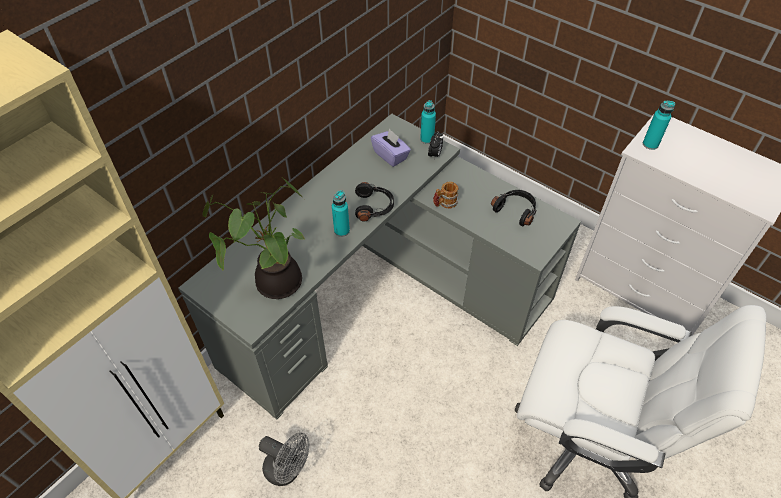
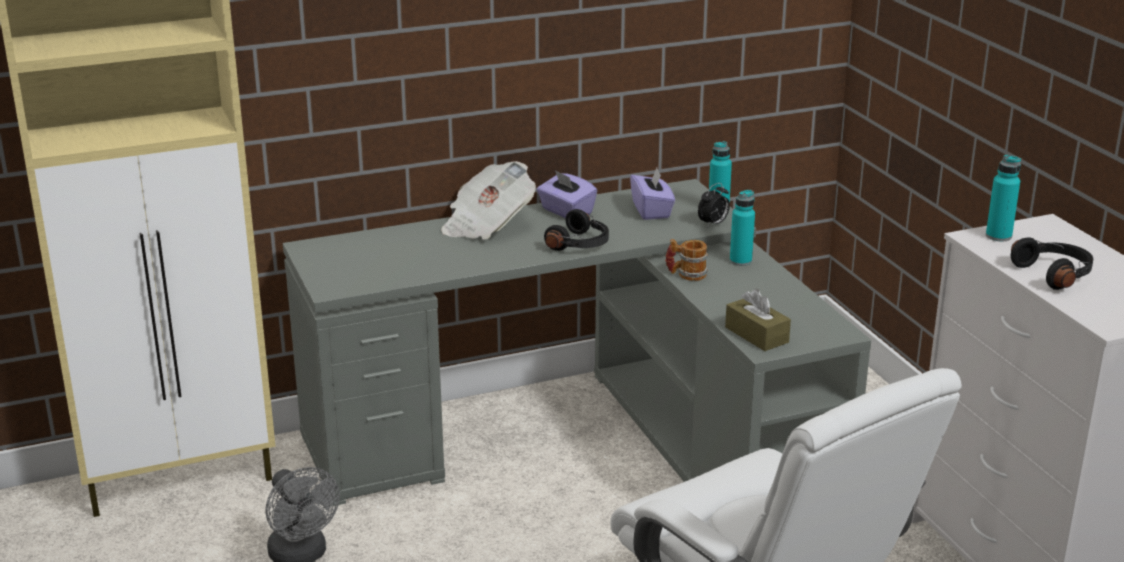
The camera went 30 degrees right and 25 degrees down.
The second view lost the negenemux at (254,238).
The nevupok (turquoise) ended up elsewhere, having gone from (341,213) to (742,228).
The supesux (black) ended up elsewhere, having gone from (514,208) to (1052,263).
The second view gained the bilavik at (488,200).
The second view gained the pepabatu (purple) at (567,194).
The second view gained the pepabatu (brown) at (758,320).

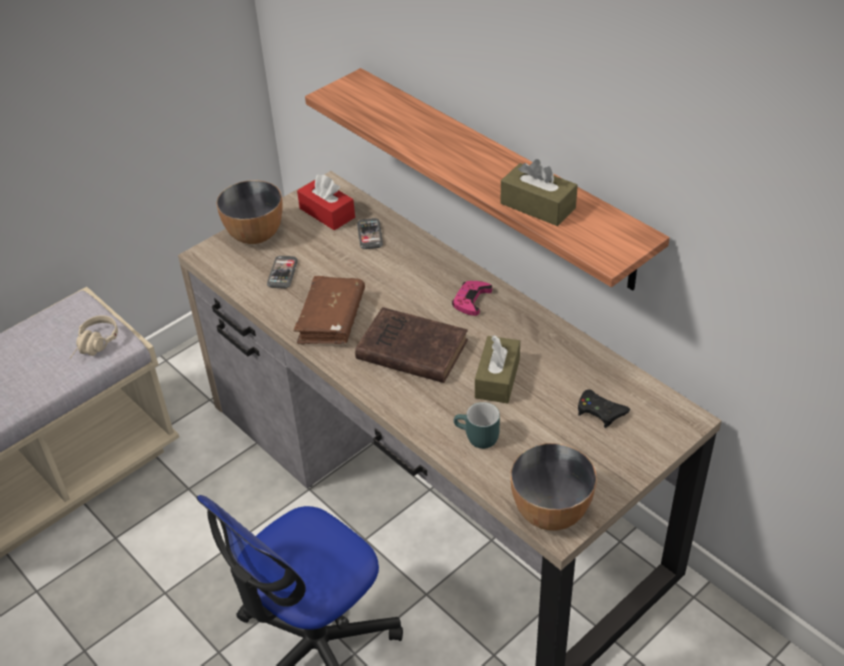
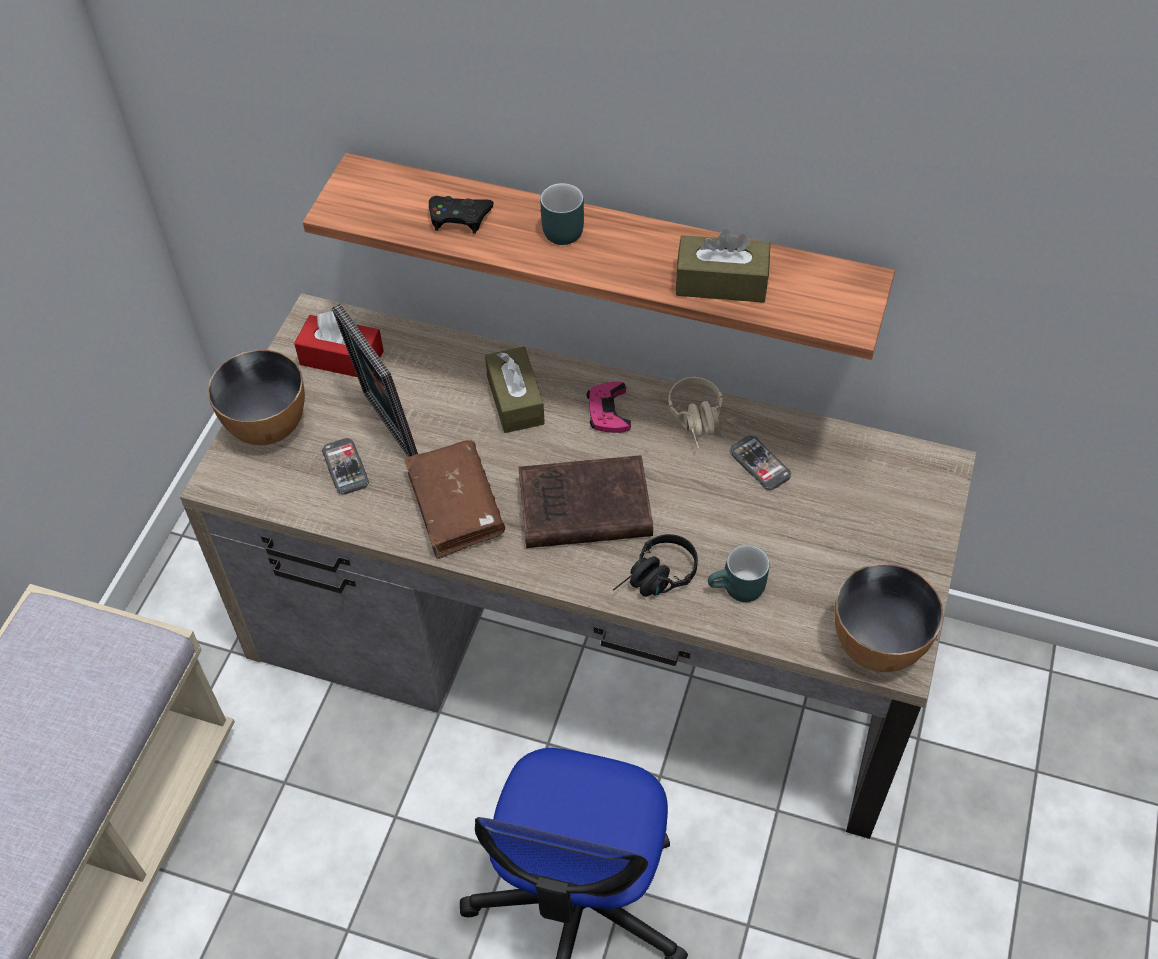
The camera went 30 degrees left and 10 degrees up.
The supesux (beige) ended up elsewhere, having gone from (94,336) to (695,413).
The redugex ended up elsewhere, having gone from (370,233) to (760,463).
The pepabatu (brown) ended up elsewhere, having gone from (497,369) to (515,390).
The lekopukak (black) ended up elsewhere, having gone from (604,408) to (461,215).
The second view gained the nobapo at (375,380).
The second view gained the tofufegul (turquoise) at (562,214).
The second view gained the supesux (black) at (655,565).

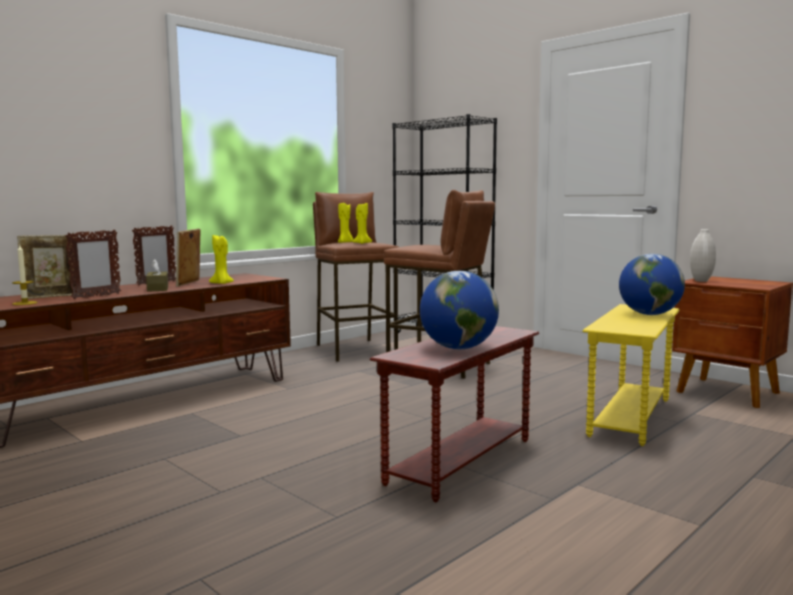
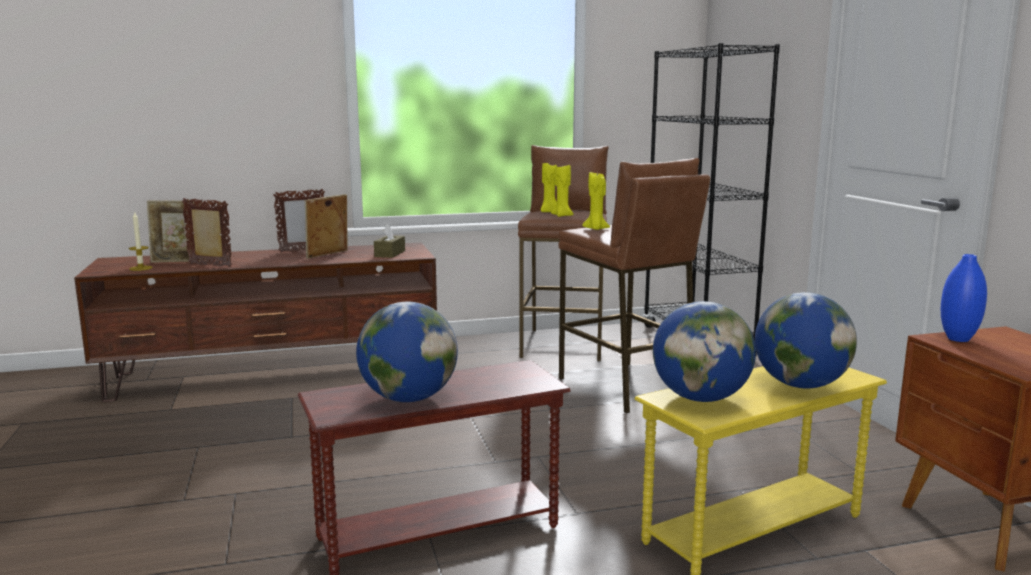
The camera went 30 degrees right and 5 degrees up.
The nobapo at (93,264) ended up facing another way, 135 degrees counterclockwise from before.
The pepabatu (brown) ended up elsewhere, having gone from (157,275) to (389,240).
The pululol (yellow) ended up elsewhere, having gone from (221,259) to (596,201).
What was the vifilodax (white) at (703,255) turned into the vifilodax (blue) at (964,298).
The second view gained the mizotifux at (704,351).

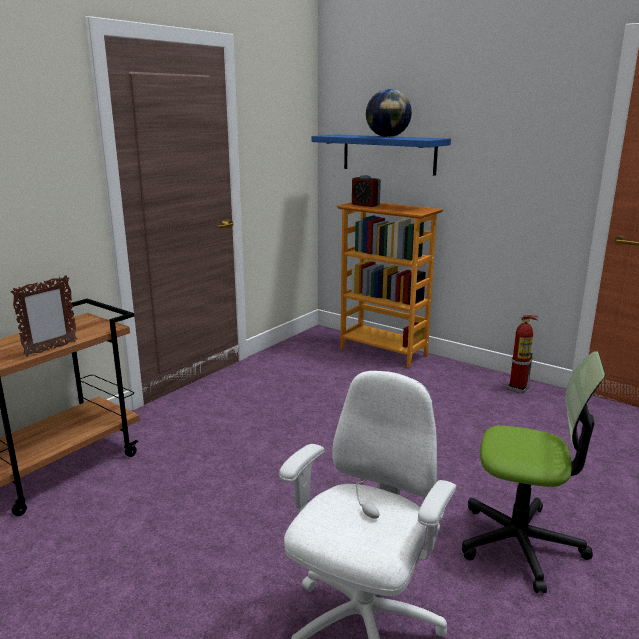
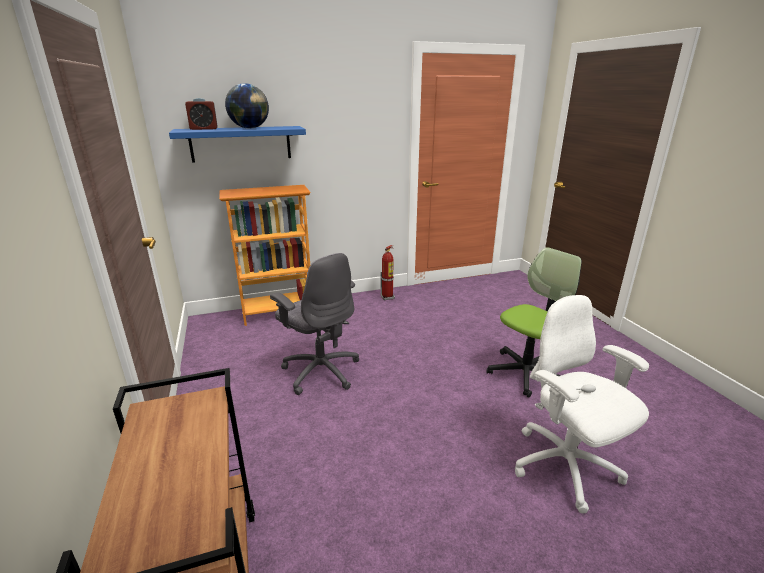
The camera went 55 degrees left and 5 degrees up.
The second view lost the nobapo at (44,316).
The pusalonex ended up elsewhere, having gone from (366,191) to (201,114).
The second view gained the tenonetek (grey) at (314,324).

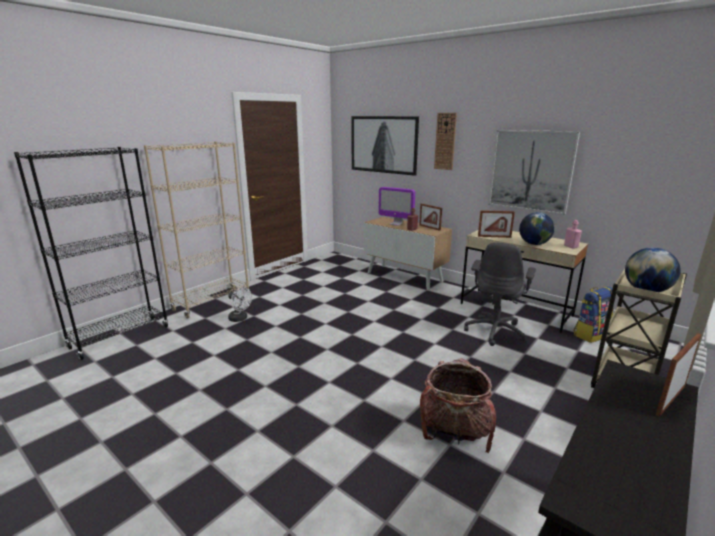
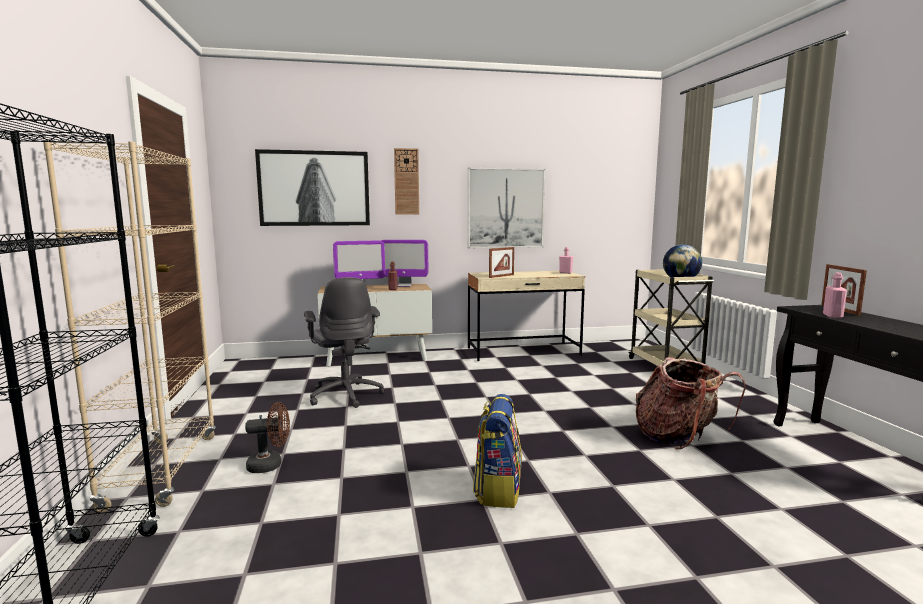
The camera went 50 degrees left and 10 degrees down.
What was the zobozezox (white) at (240,304) turned into the zobozezox (brown) at (267,437).
Where the nobapo stood at (430,217), the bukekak came to stand at (404,263).
The tenonetek (grey) ended up elsewhere, having gone from (500,294) to (344,342).
The second view lost the mizotifux at (537,228).
The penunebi ended up elsewhere, having gone from (593,314) to (497,451).
The second view gained the nevupok (pink) at (835,295).

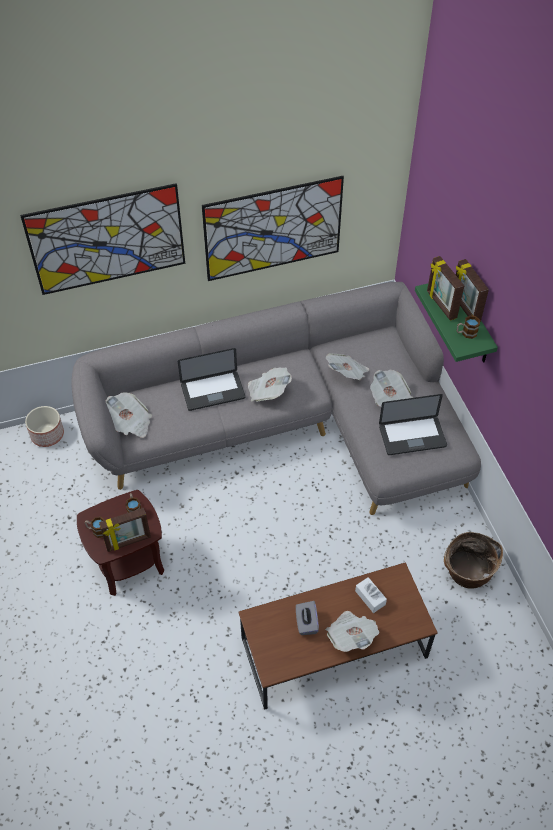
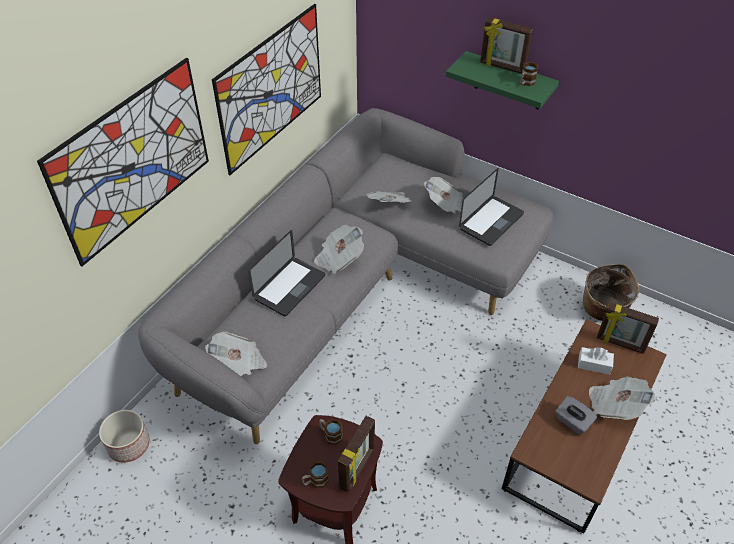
The camera went 40 degrees left and 5 degrees down.
The nobapo ended up elsewhere, having gone from (445,288) to (627,328).

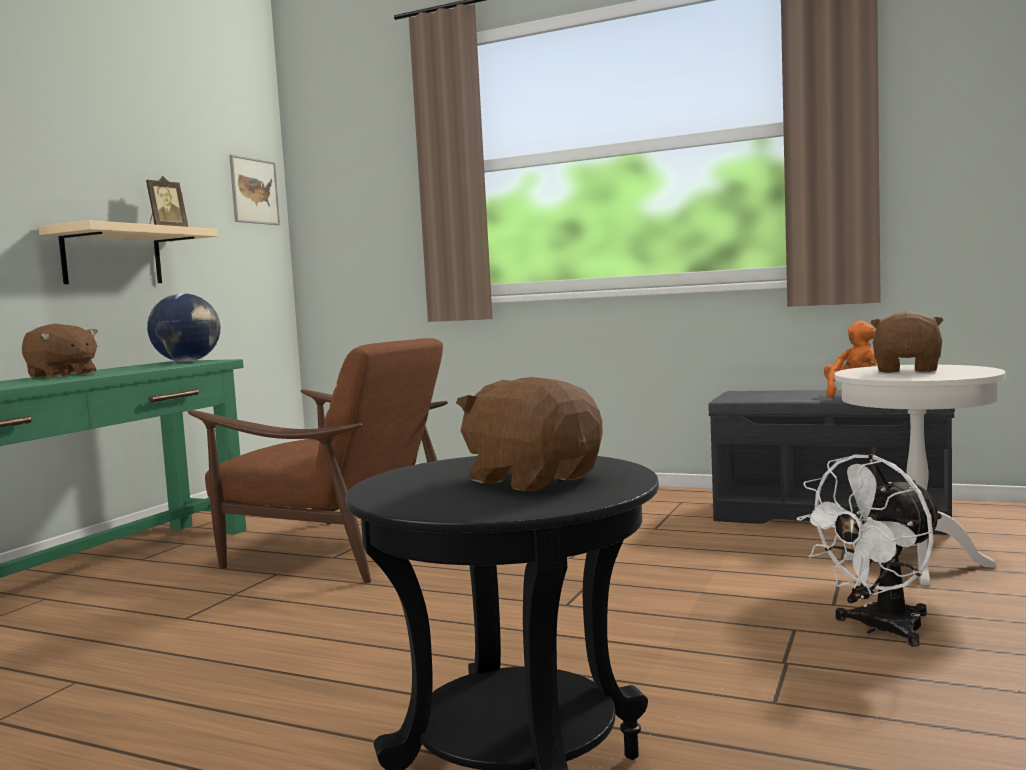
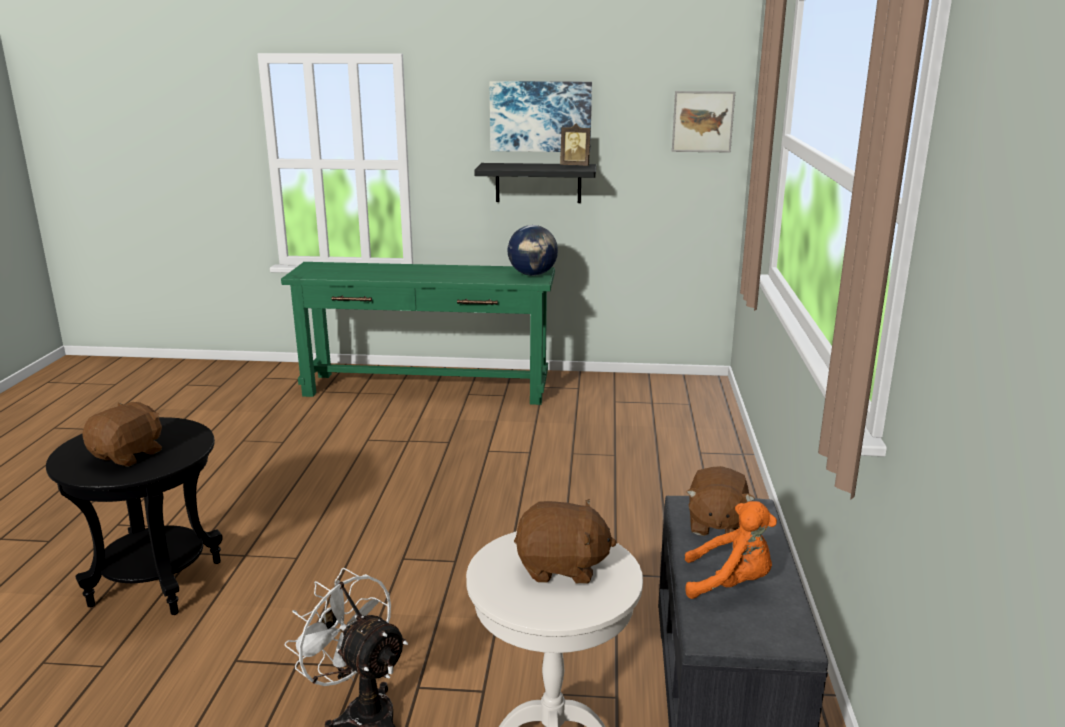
The camera went 70 degrees right and 15 degrees up.
The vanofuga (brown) ended up elsewhere, having gone from (60,351) to (721,501).
What was the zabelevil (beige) at (128,252) turned into the zabelevil (black) at (535,183).
The second view lost the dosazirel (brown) at (318,460).
The second view gained the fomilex at (540,116).

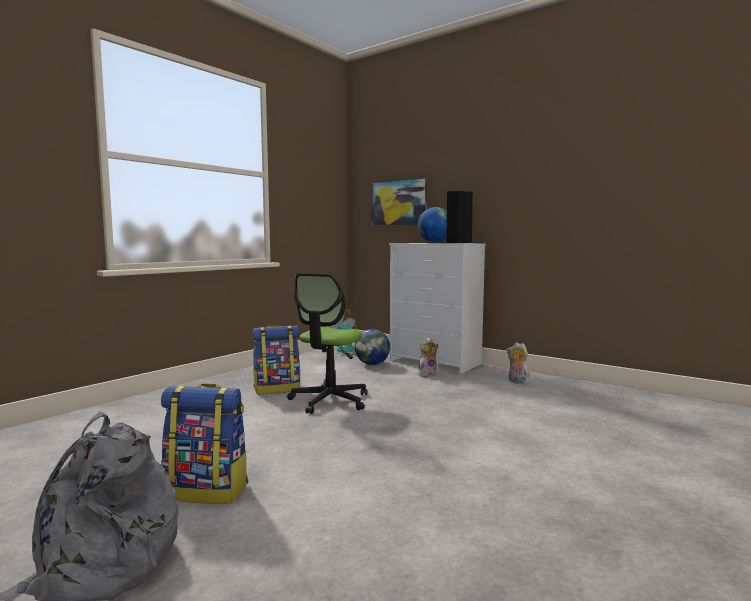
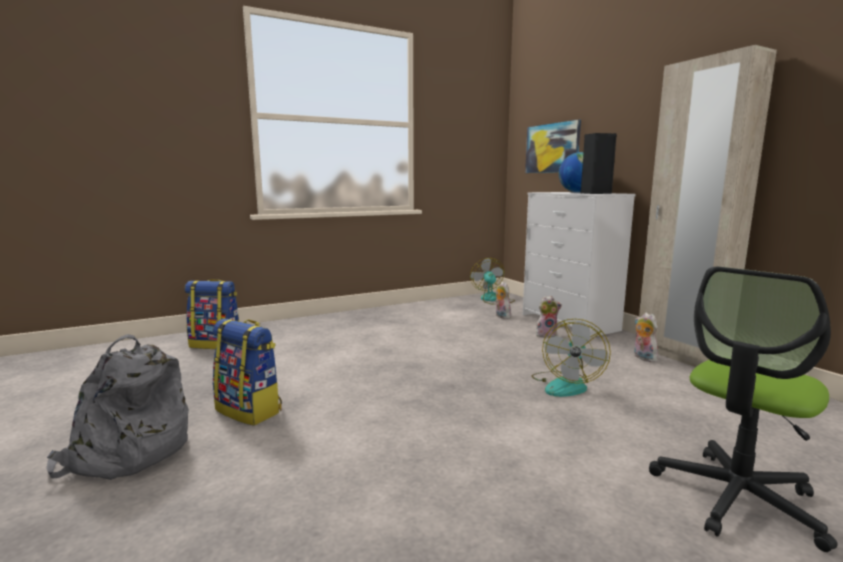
The camera went 25 degrees right and 5 degrees up.
The penunebi ended up elsewhere, having gone from (276,360) to (212,314).
The tenonetek ended up elsewhere, having gone from (327,343) to (743,409).
Where the mizotifux stood at (372,347), the vanofuga came to stand at (503,300).
The second view gained the zobozezox at (571,358).
The second view gained the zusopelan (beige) at (708,206).

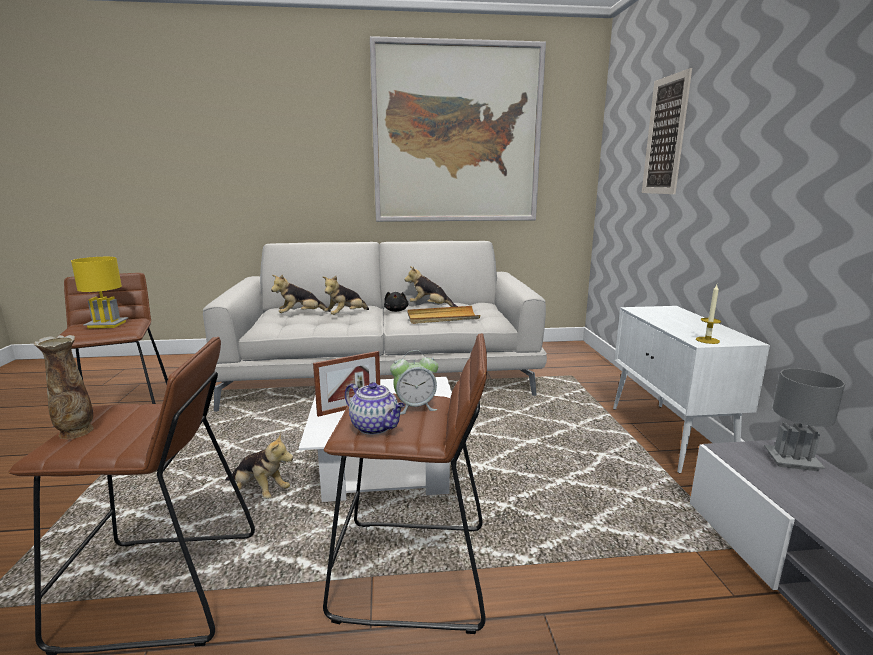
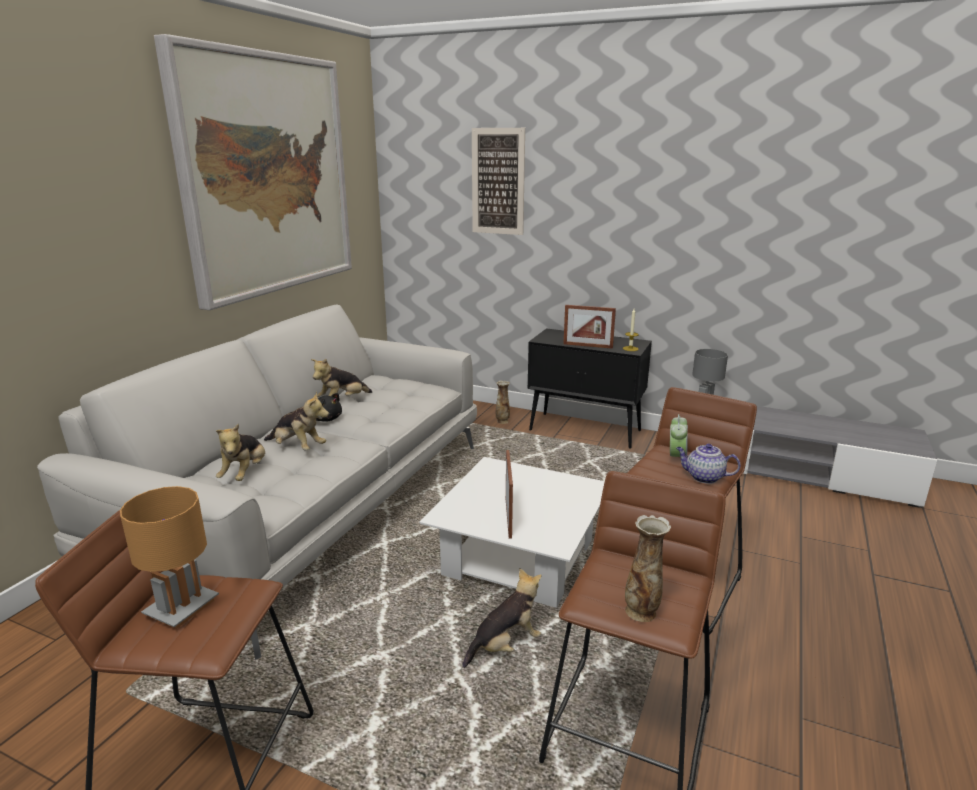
The camera went 60 degrees left and 5 degrees up.
What was the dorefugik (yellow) at (100,292) turned into the dorefugik (brown) at (169,557).
The vanofuga at (346,295) ended up facing another way, 45 degrees counterclockwise from before.
The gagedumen at (375,408) ended up facing another way, 135 degrees counterclockwise from before.
The second view lost the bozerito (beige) at (443,315).
What was the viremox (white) at (691,390) turned into the viremox (black) at (590,389).
The second view gained the vifilodax at (503,402).
The second view gained the nobapo at (589,327).

